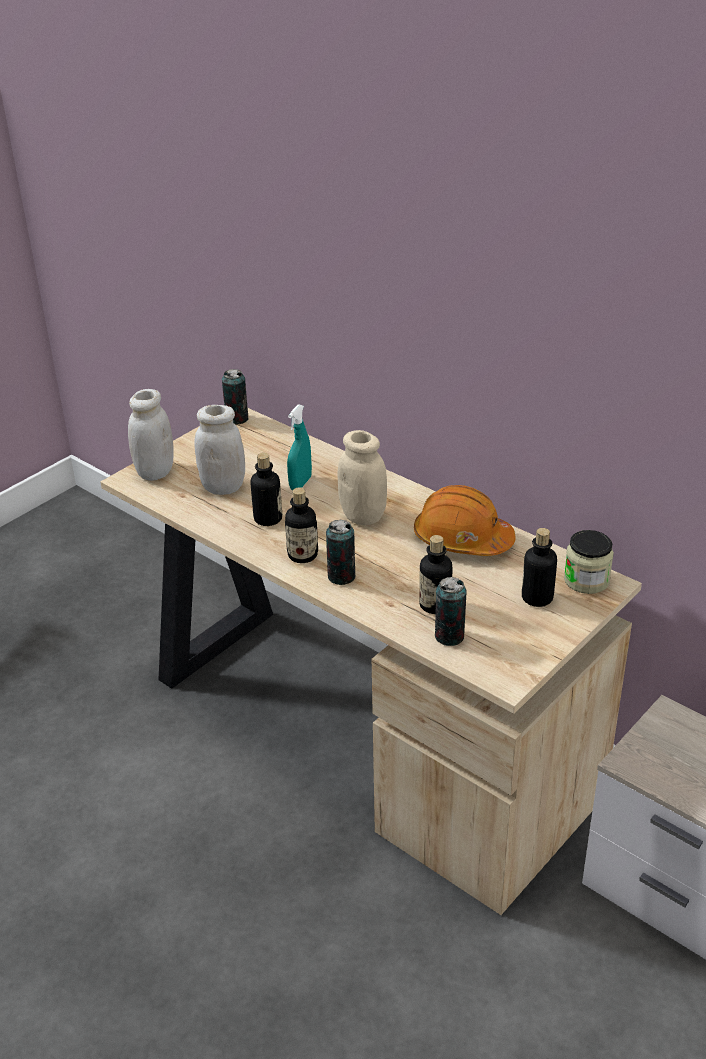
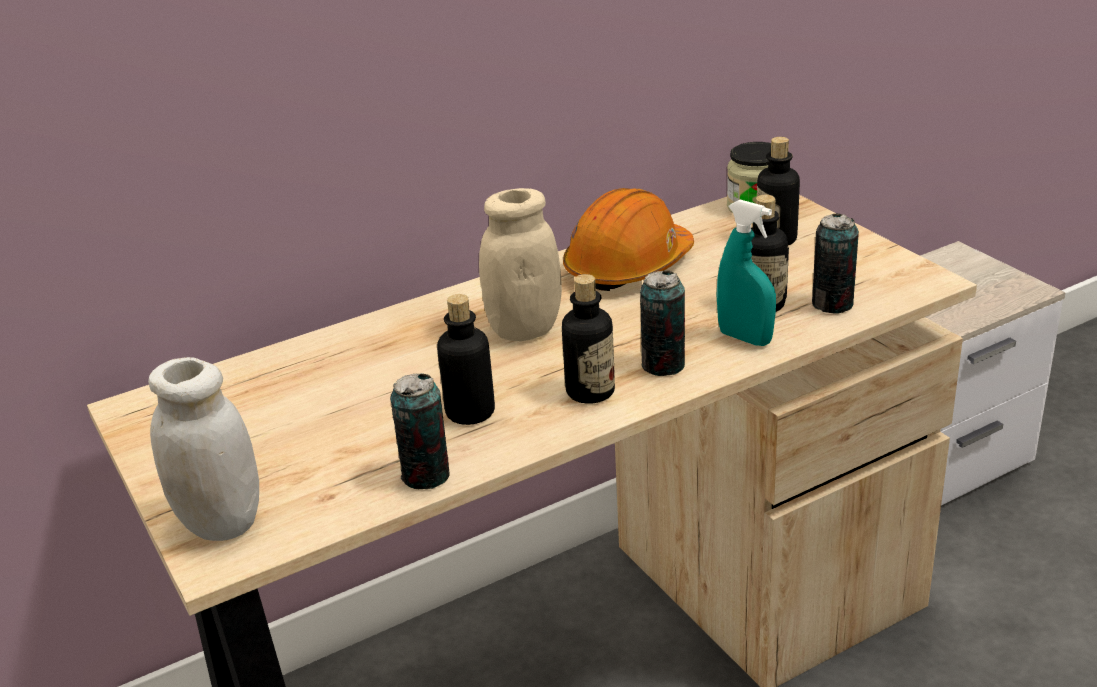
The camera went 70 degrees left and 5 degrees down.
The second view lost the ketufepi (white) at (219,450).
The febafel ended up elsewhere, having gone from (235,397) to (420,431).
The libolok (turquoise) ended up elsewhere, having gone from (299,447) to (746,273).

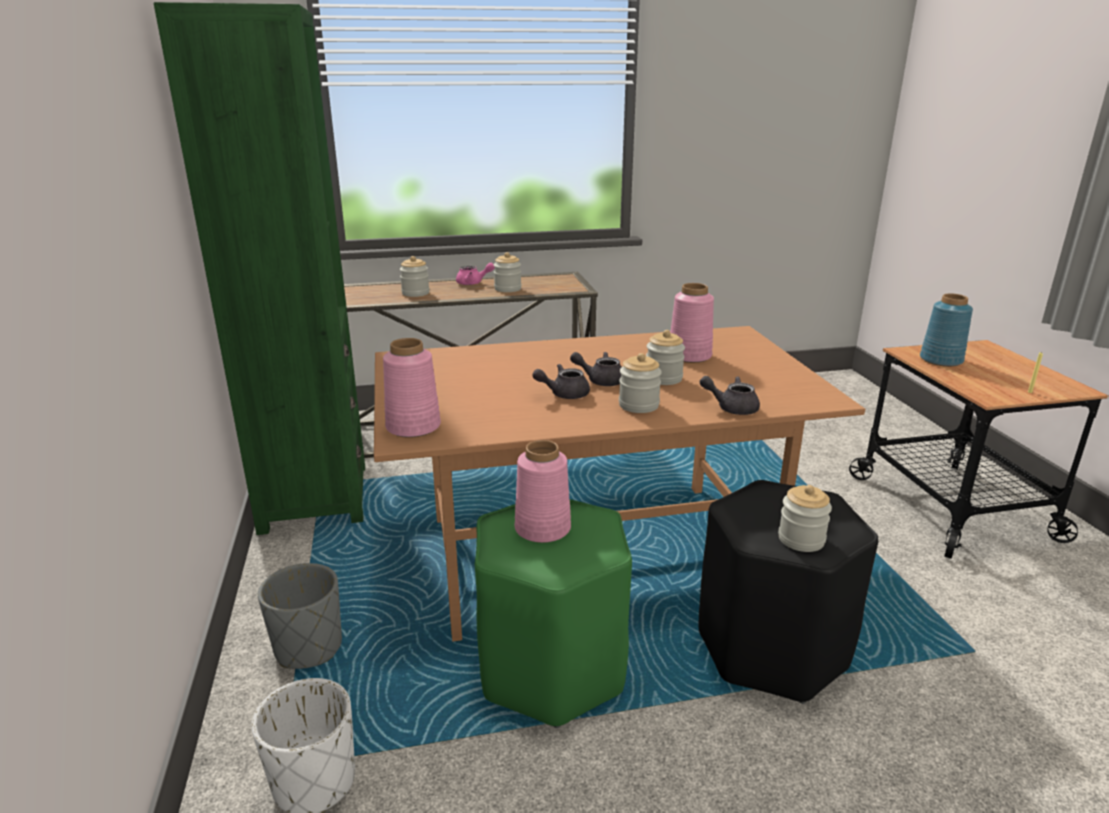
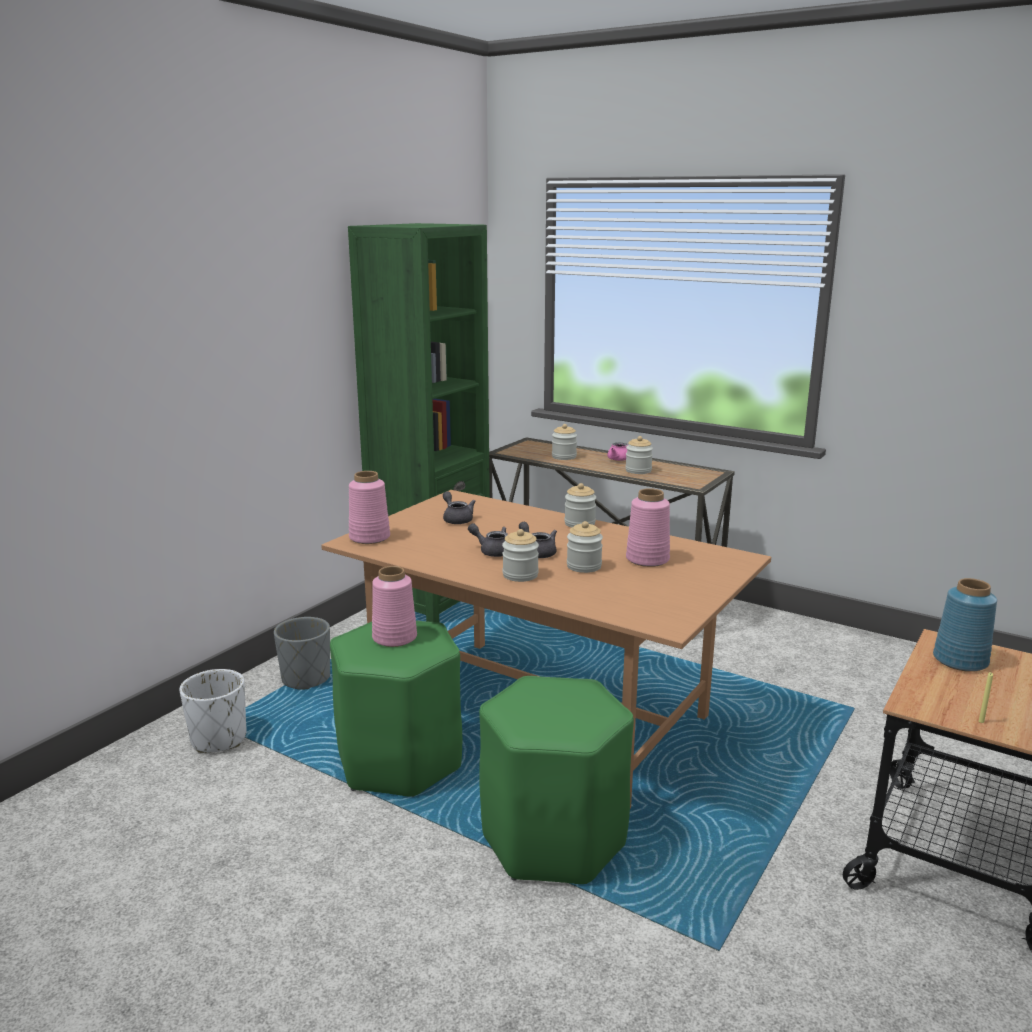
The camera went 45 degrees right and 5 degrees down.
What was the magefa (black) at (788,592) turned into the magefa (green) at (556,780).
The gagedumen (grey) ended up elsewhere, having gone from (730,395) to (459,507).
The ketufepi ended up elsewhere, having gone from (805,518) to (580,505).

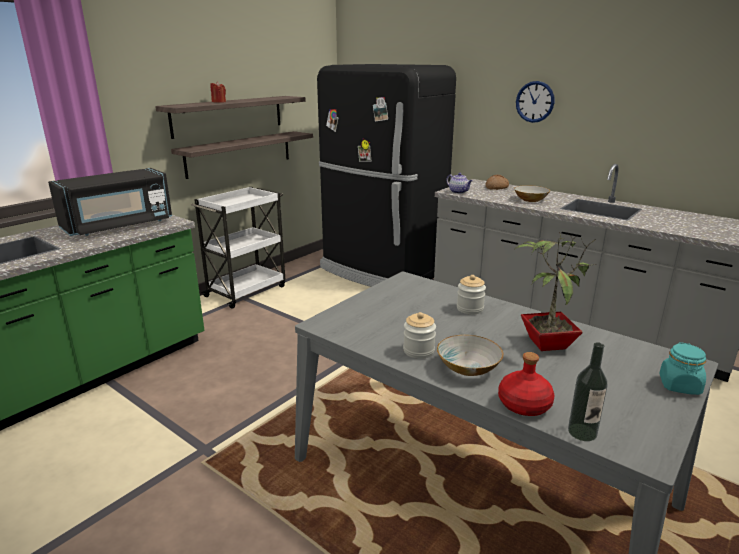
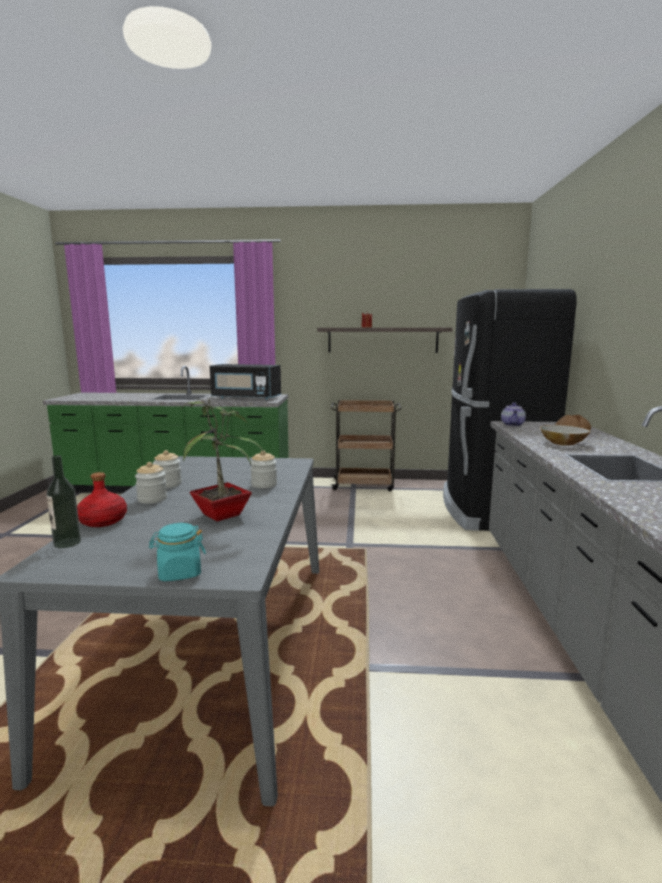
The camera went 55 degrees right and 10 degrees down.
The second view lost the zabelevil at (242,155).
What was the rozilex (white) at (238,248) turned into the rozilex (brown) at (366,445).
Where the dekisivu stood at (470,355), the ketufepi came to stand at (151,483).
The second view lost the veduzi at (535,102).

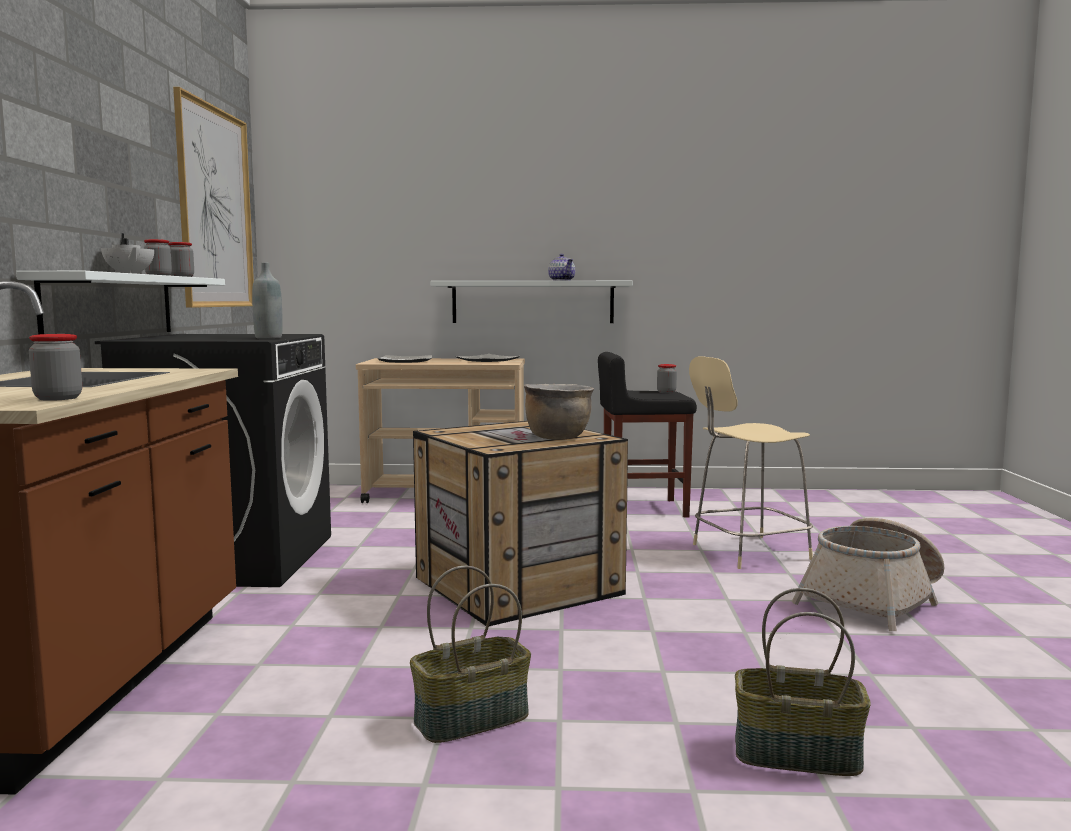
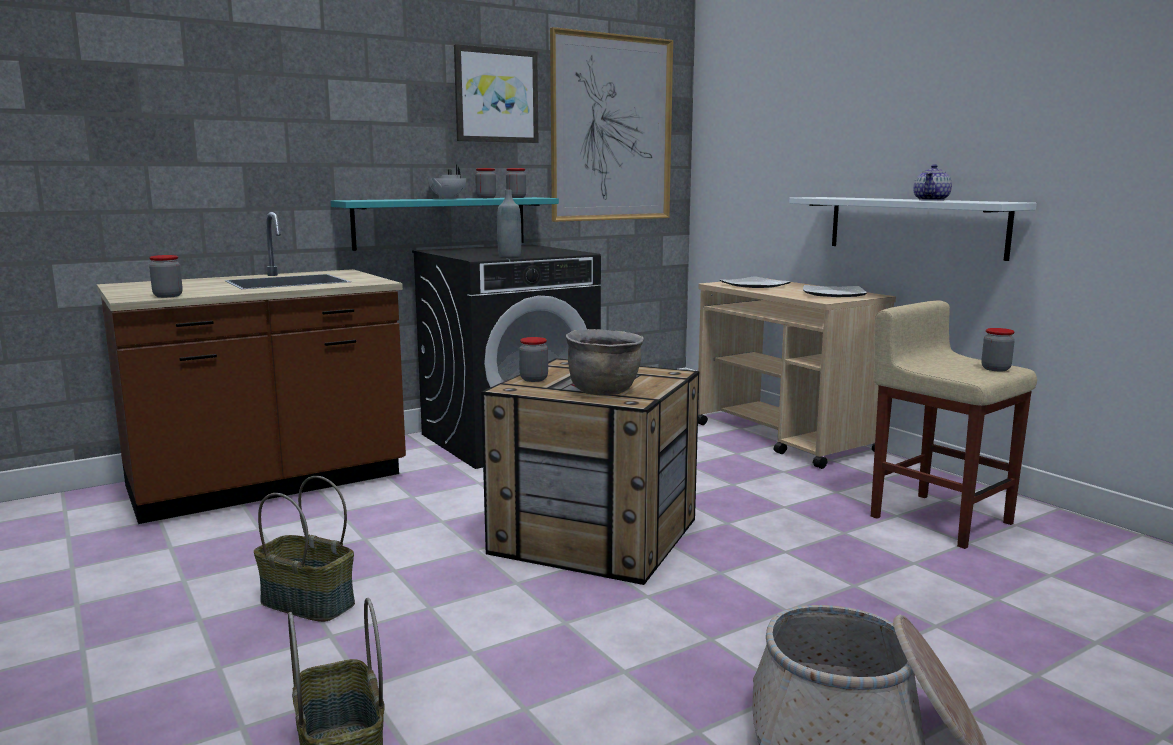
The camera went 55 degrees right and 5 degrees up.
What was the zabelevil (white) at (120,302) turned into the zabelevil (turquoise) at (445,224).
What was the magefa (black) at (647,435) turned into the magefa (beige) at (954,424).
The second view lost the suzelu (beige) at (751,462).
The second view gained the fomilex at (496,93).
The second view gained the ketufepi at (533,359).

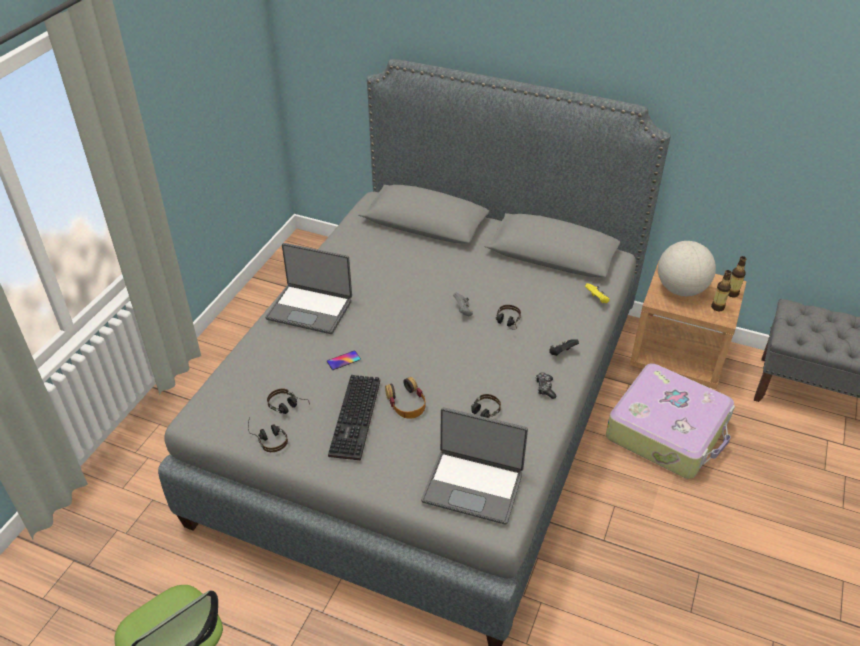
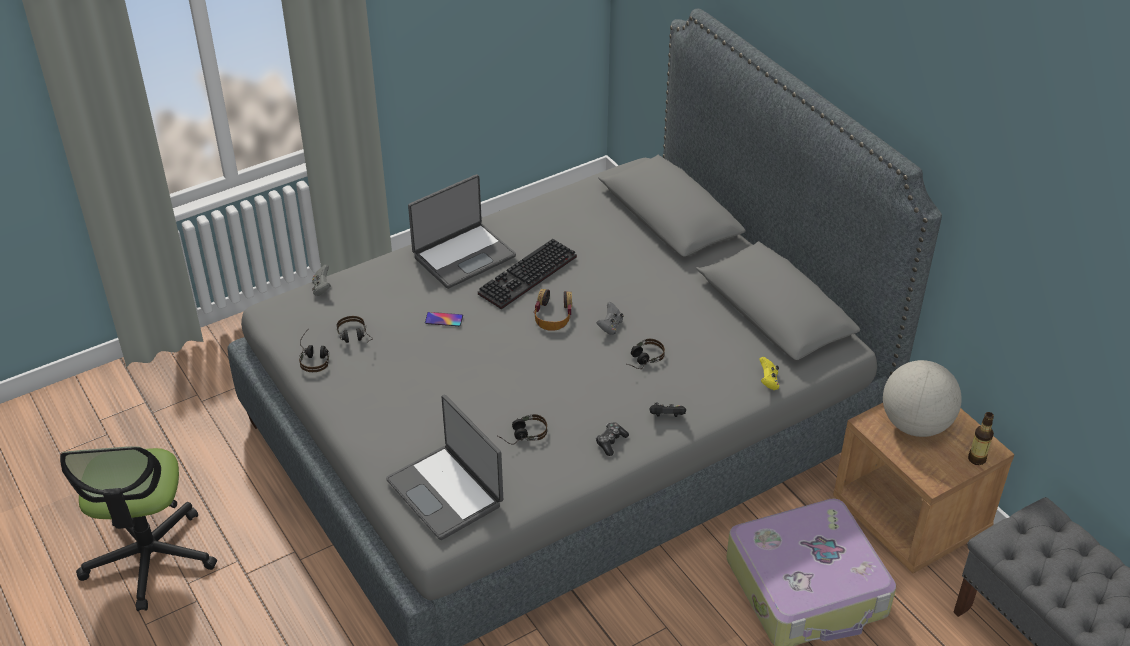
The camera went 35 degrees right and 0 degrees up.
The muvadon at (309,288) ended up facing another way, 90 degrees counterclockwise from before.
The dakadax ended up elsewhere, having gone from (354,418) to (527,274).
The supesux ended up elsewhere, having gone from (405,398) to (553,310).
The second view lost the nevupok at (721,290).
The second view gained the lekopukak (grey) at (321,280).

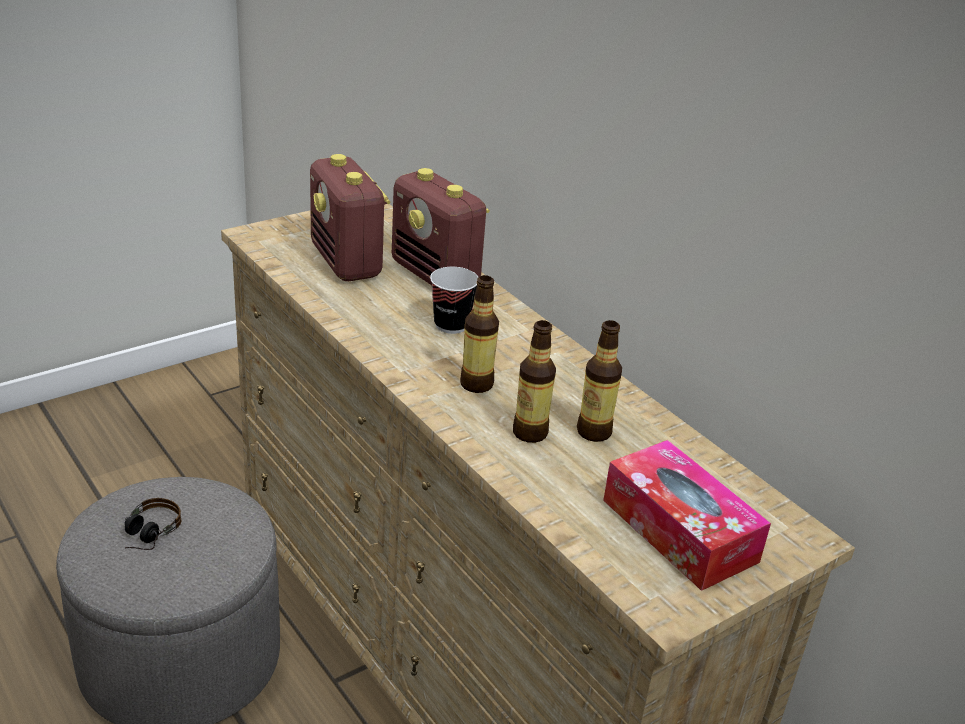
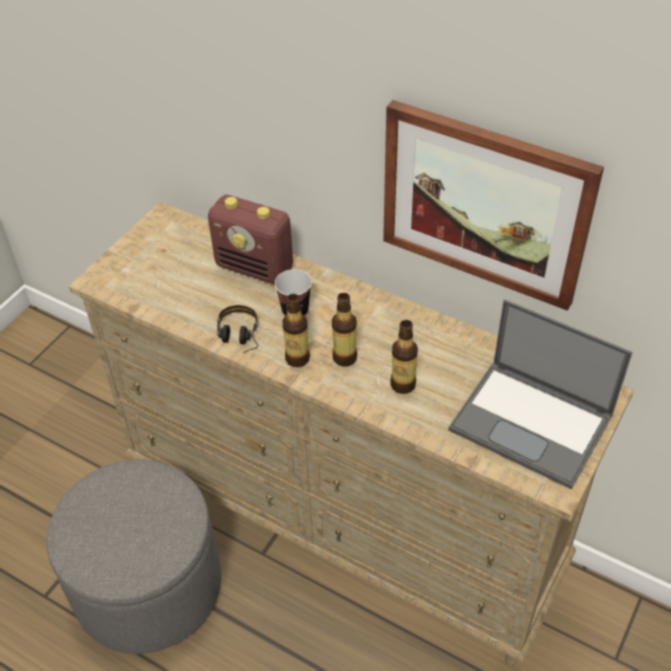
The camera went 20 degrees left and 15 degrees up.
The supesux ended up elsewhere, having gone from (153,524) to (237,329).
The second view lost the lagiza at (350,217).
The nevupok ended up elsewhere, having gone from (599,381) to (296,330).
Where the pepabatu stood at (687,515), the muvadon came to stand at (540,394).
The second view gained the fomilex at (493,205).

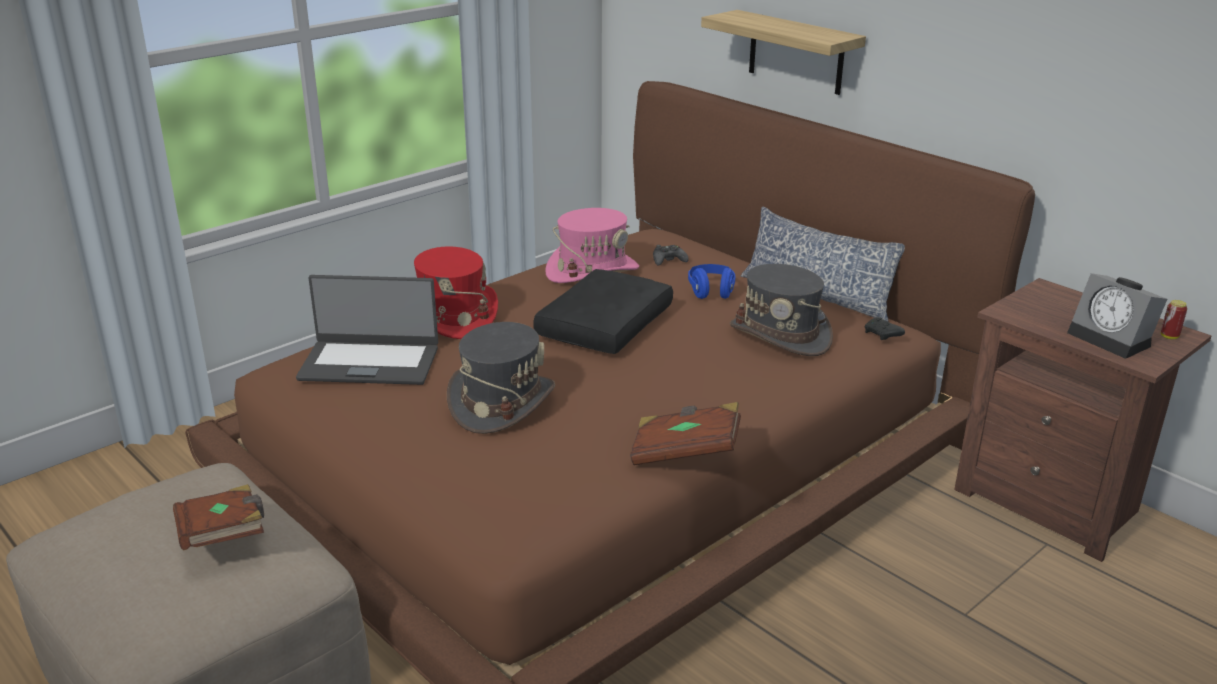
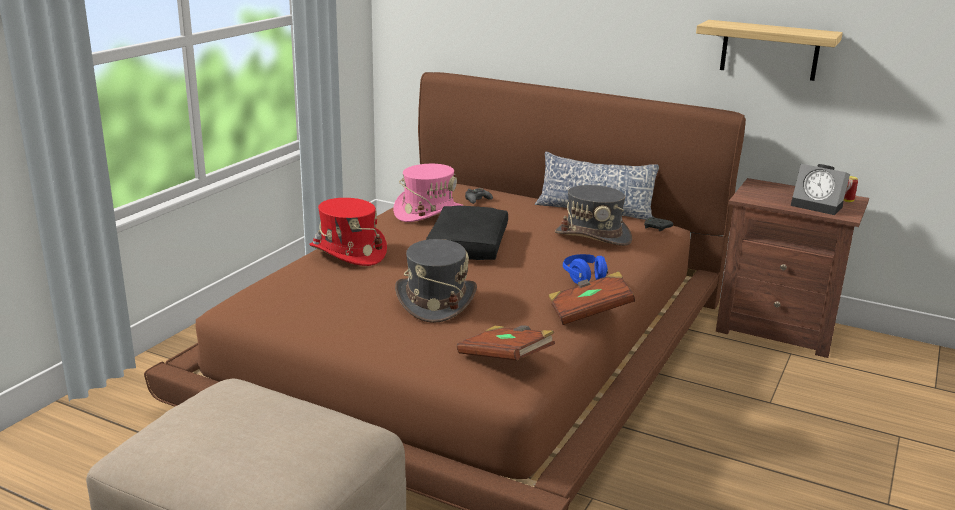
The camera went 20 degrees left and 5 degrees down.
The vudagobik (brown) ended up elsewhere, having gone from (218,517) to (506,343).
The second view lost the muvadon at (367,330).
The supesux (blue) ended up elsewhere, having gone from (711,281) to (585,269).
The zabelevil ended up elsewhere, having gone from (783,52) to (769,50).

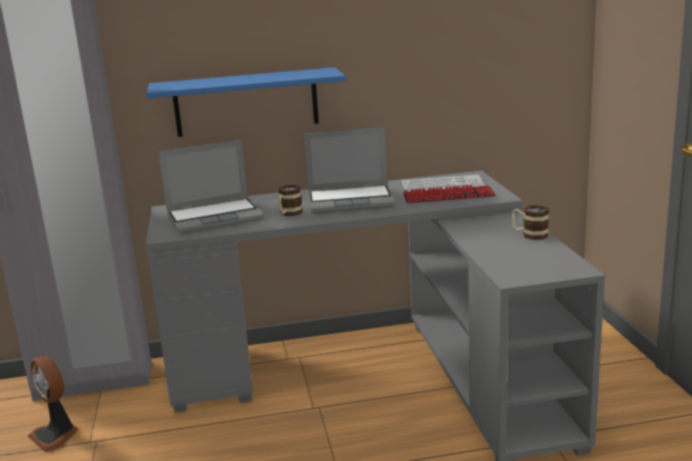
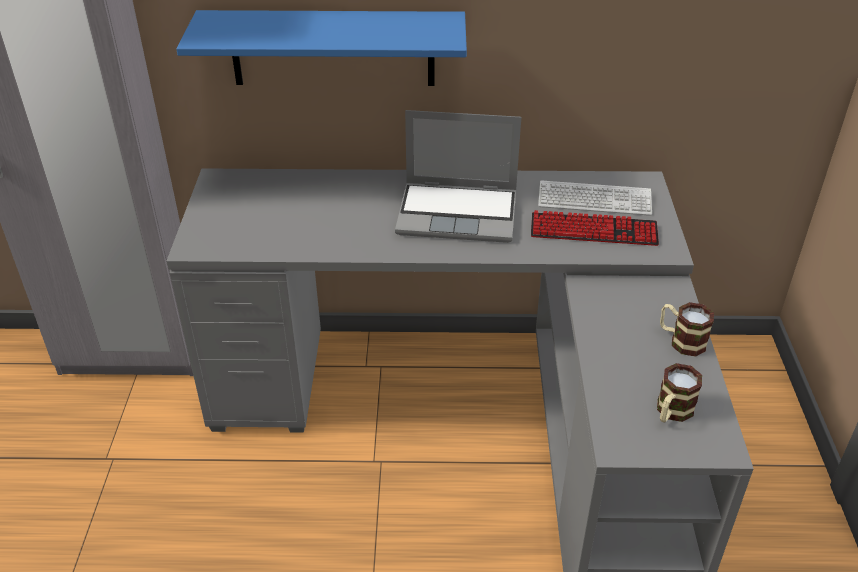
The camera went 10 degrees right and 20 degrees up.
The second view lost the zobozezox at (53,404).
The second view lost the muvadon at (211,187).
The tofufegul ended up elsewhere, having gone from (290,200) to (679,393).

